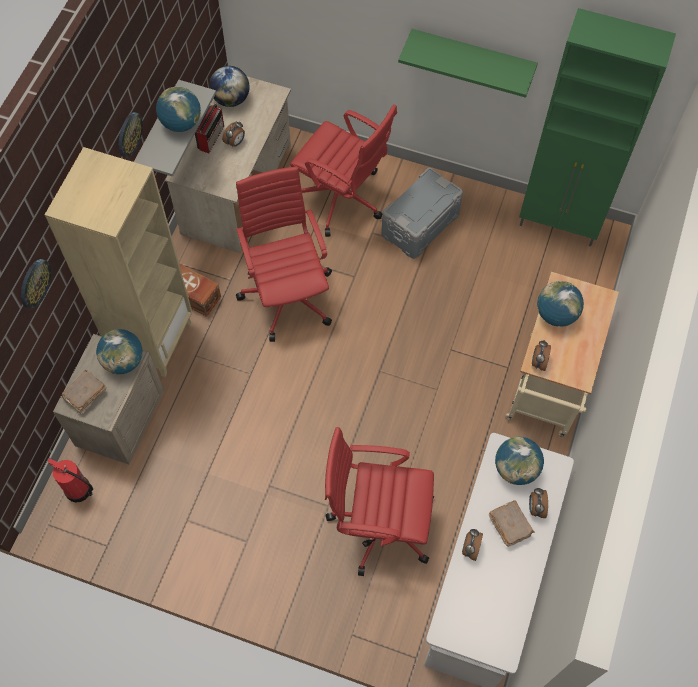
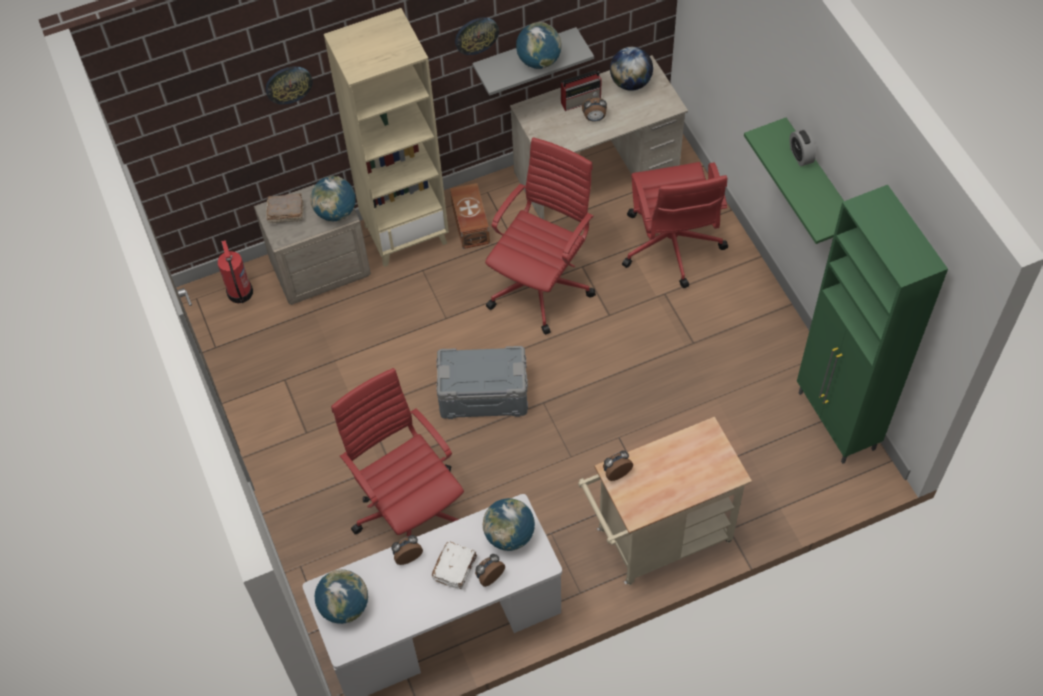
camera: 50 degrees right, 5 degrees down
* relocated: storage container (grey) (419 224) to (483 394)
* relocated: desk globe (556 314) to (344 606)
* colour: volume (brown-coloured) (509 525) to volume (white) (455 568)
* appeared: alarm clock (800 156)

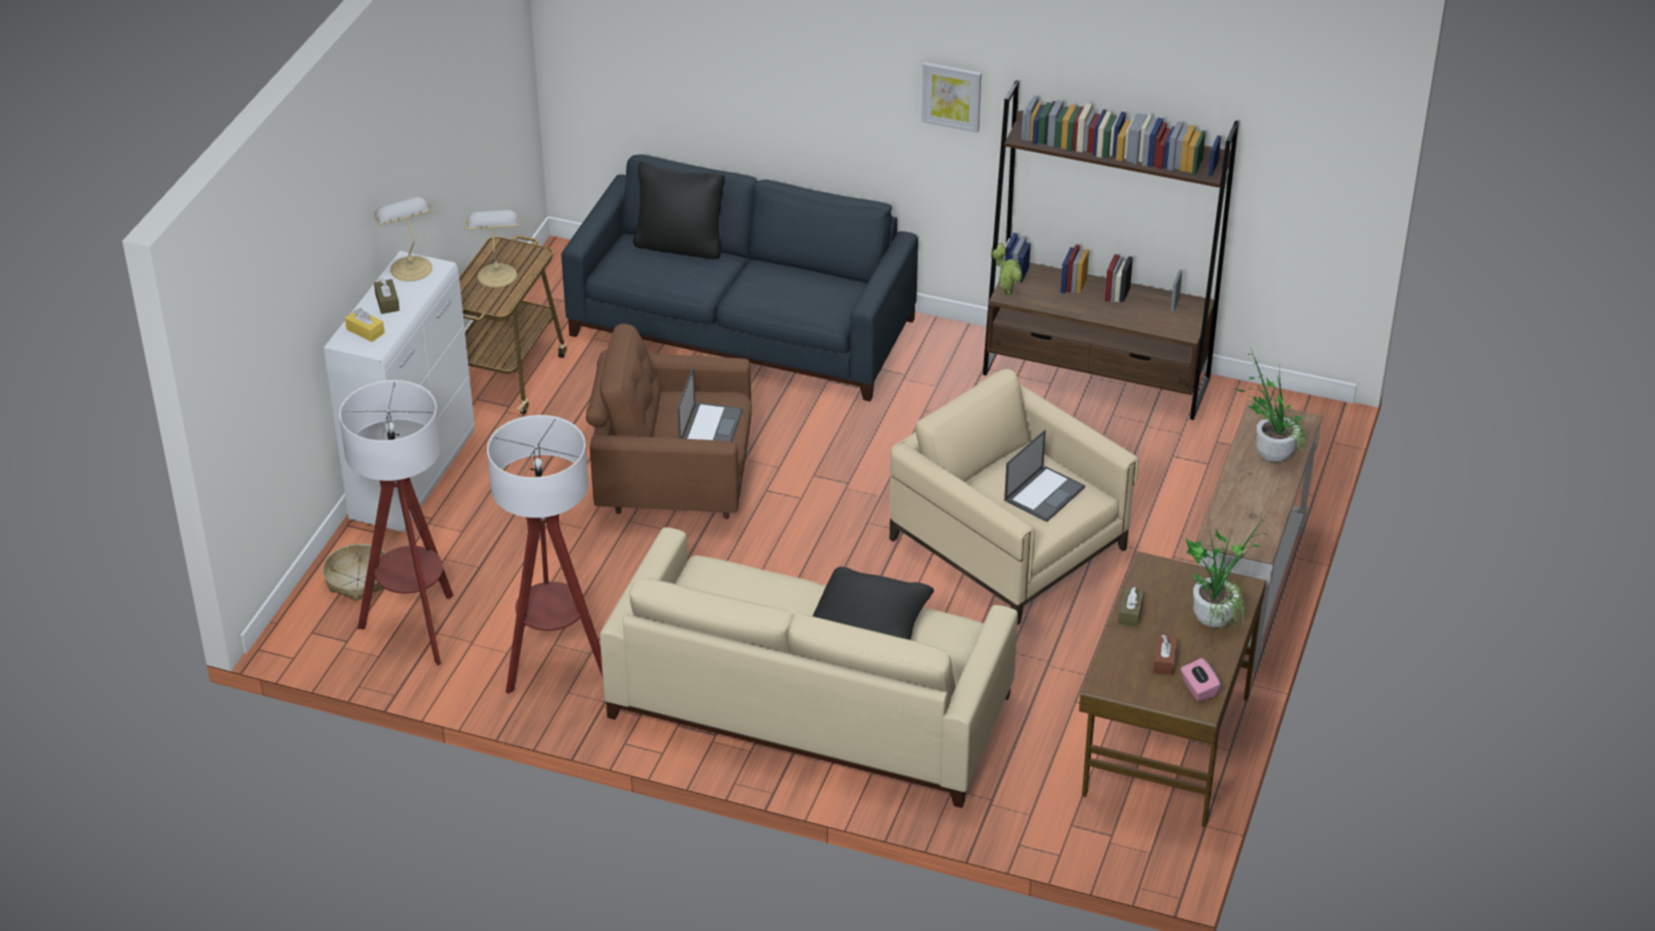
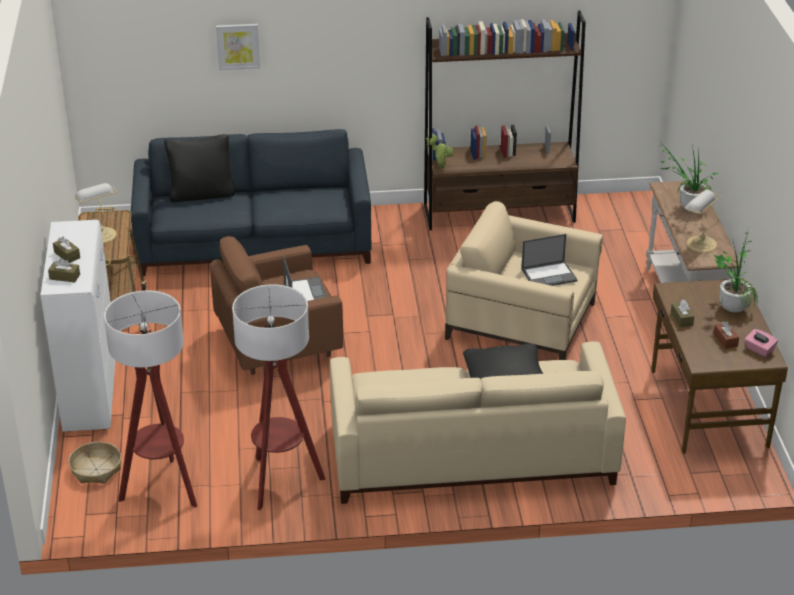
camera: 25 degrees left, 5 degrees down
* relocated: picture (951 96) to (238 46)
* relocated: tabletop lamp (410 267) to (700 243)
* colour: tissue holder (yellow) (365 331) to tissue holder (brown-coloured) (64 277)
* spun: laptop (1044 493) = (549 275) 60 degrees clockwise

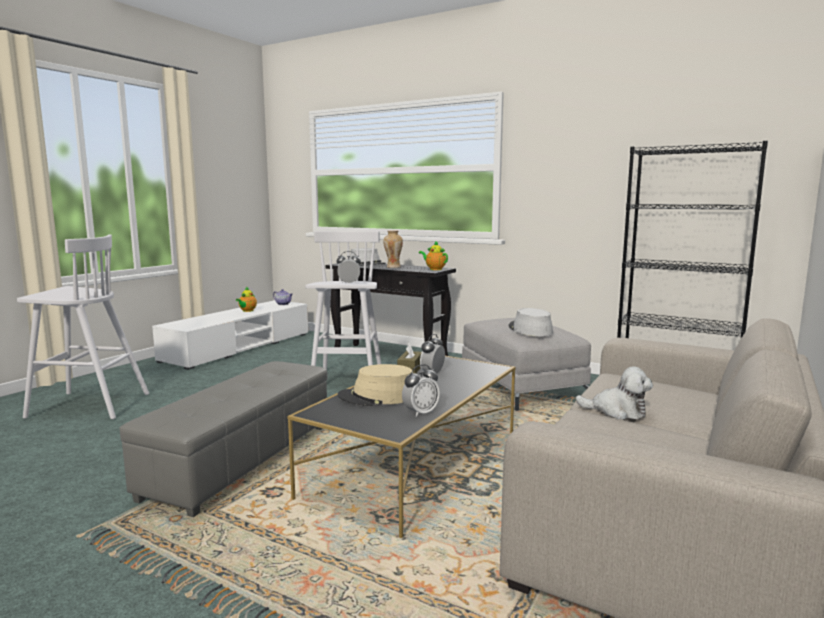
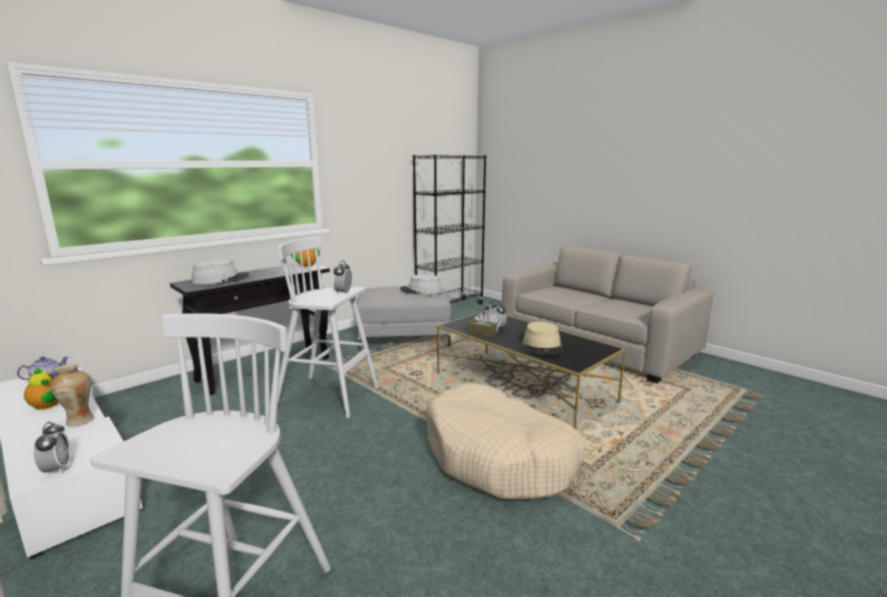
camera: 75 degrees left, 5 degrees up
* relocated: vase (393 267) to (79 421)
* exchanged: pouffe (grey) (241 459) to dog bed (beige) (499 457)
* relocated: alarm clock (420 413) to (57 469)
* missing: soft toy (617 411)

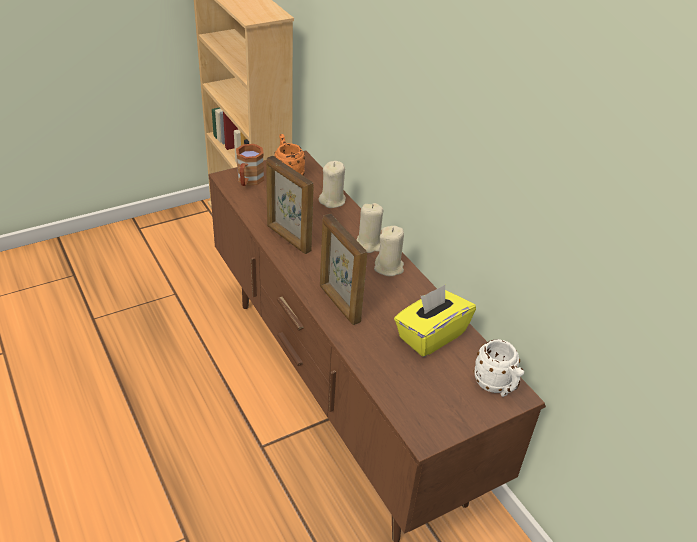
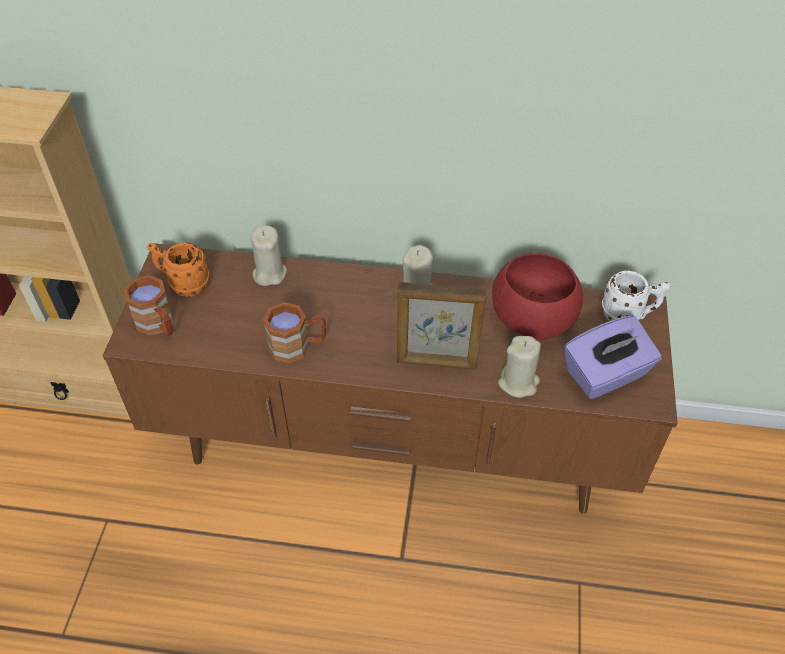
camera: 50 degrees left, 10 degrees up
* exchanged: photo frame (288 238) to tea mug (brown-coloured) (298 346)
* relocated: wax candle (beige) (369 244) to (518 383)
* exchanged: tissue holder (yellow) (430 335) to deep dish (reddish) (534 320)
* appeared: tissue holder (purplish) (606 375)

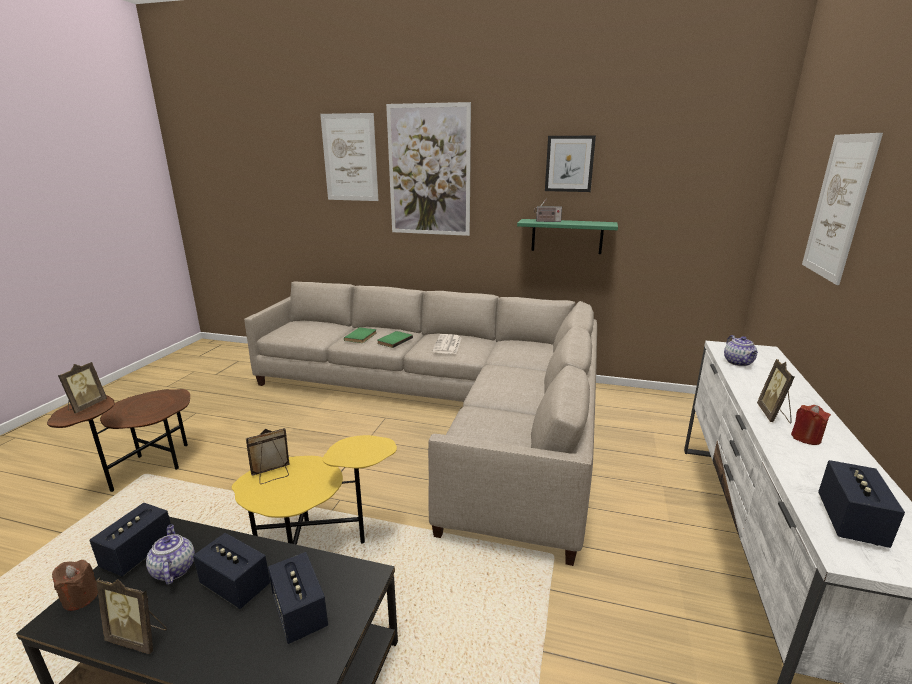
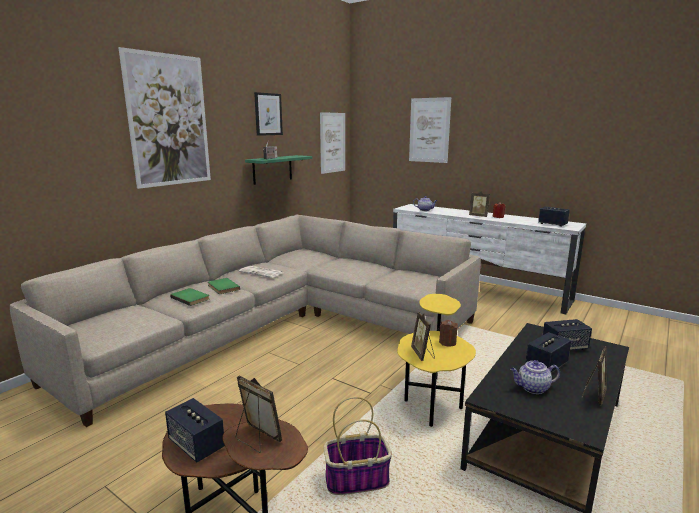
camera: 70 degrees left, 5 degrees down
* relocated: picture (350 158) to (332 142)
* relocated: speaker (138 554) to (196 445)
* relocated: wax candle (brown-coloured) (80 598) to (447 342)
* appeared: household basket (357 479)

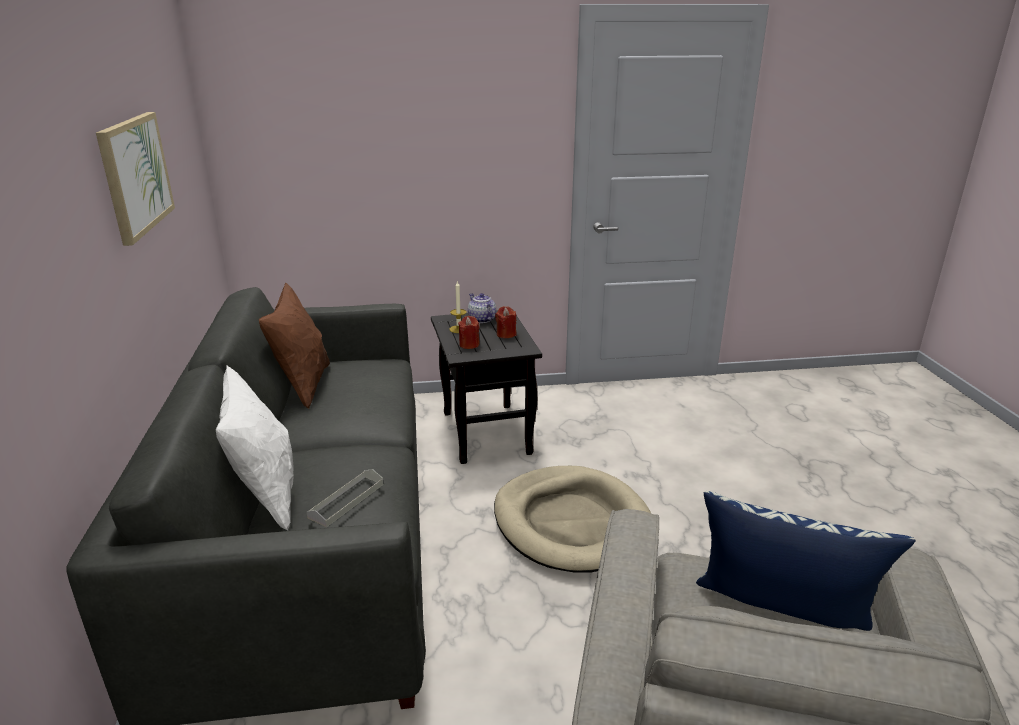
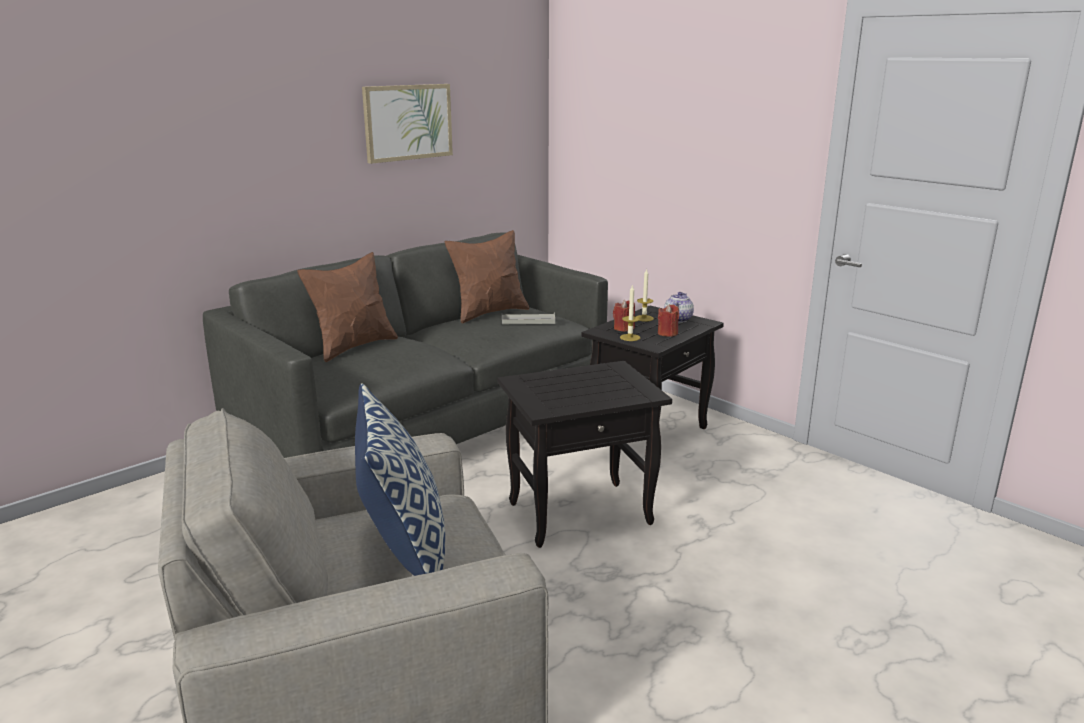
camera: 55 degrees right, 5 degrees down
* colour: pillow (white) (266 496) to pillow (brown-coloured) (353 347)
* exchanged: dog bed (beige) (571 523) to end table (black) (581 512)
* relocated: carrying tray (grey) (346 501) to (528 321)
* appeared: wax candle (630 337)

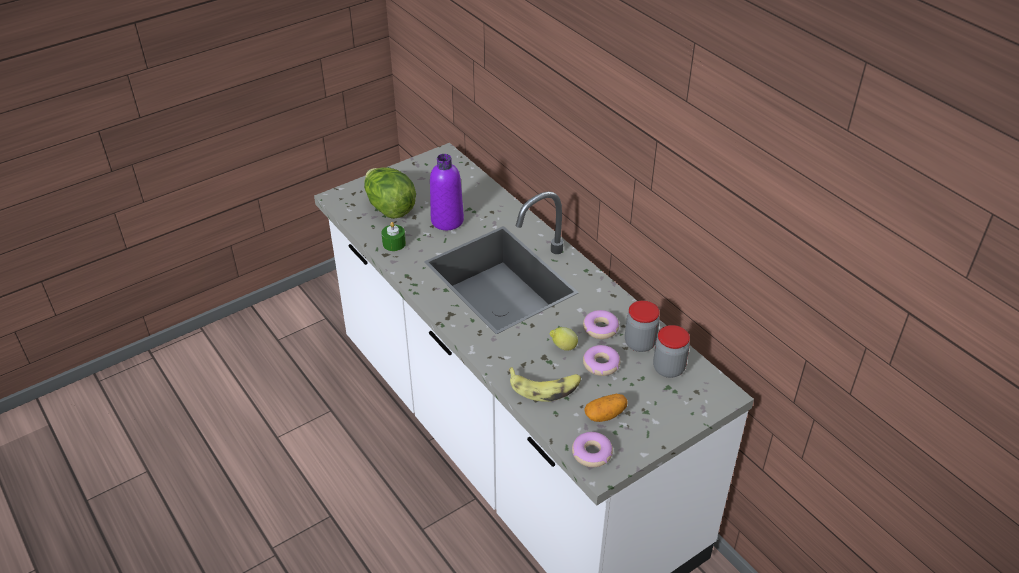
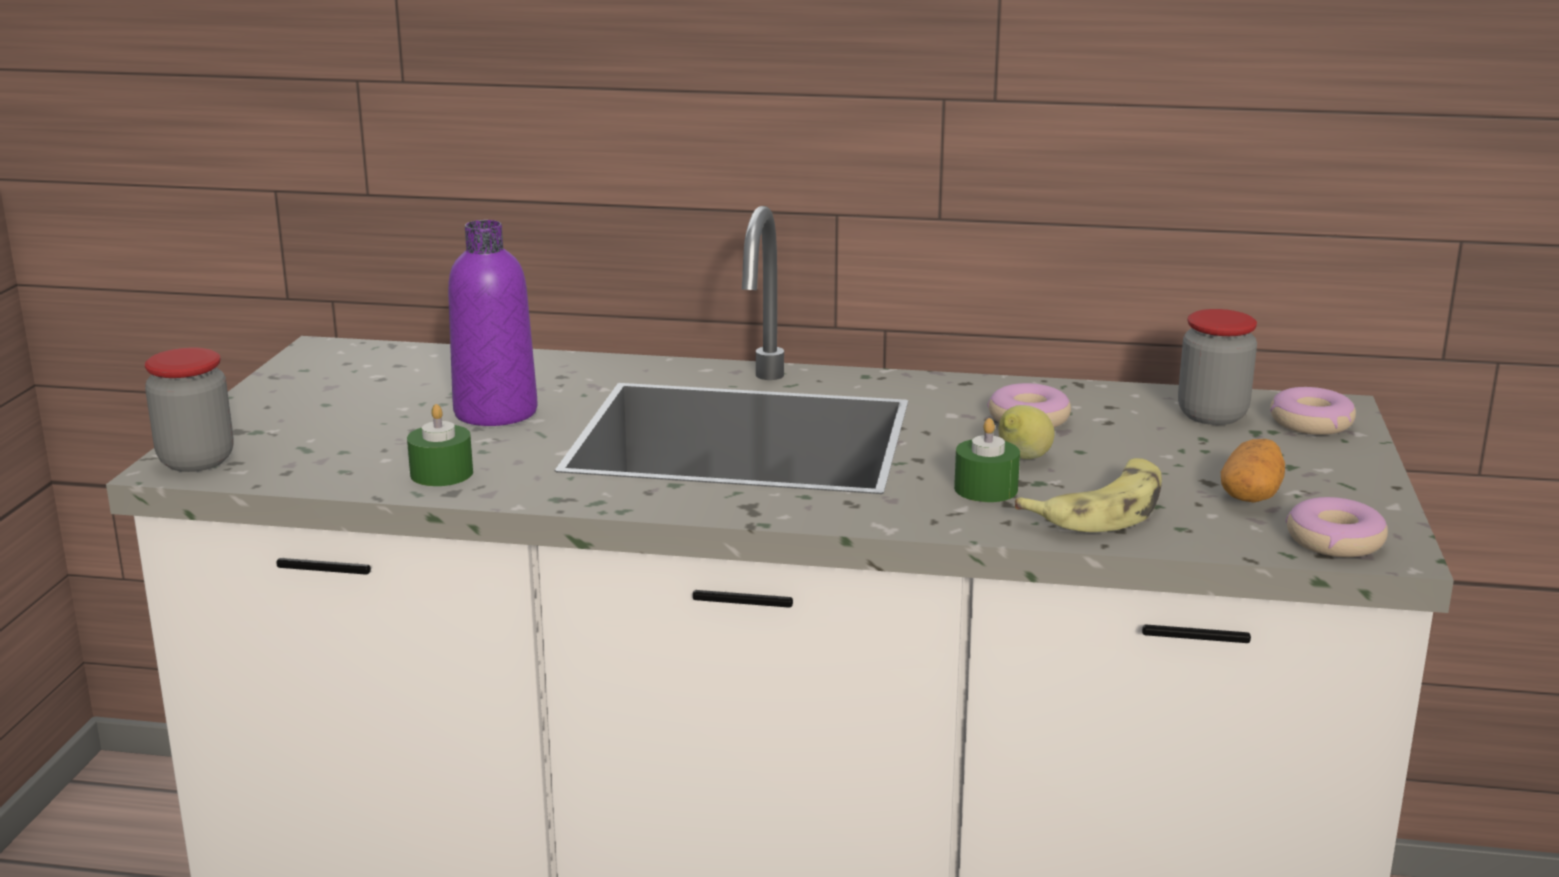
camera: 45 degrees left, 20 degrees down
* missing: lettuce head (389 208)
* relocated: jar (640 343) to (196 461)
* relocated: donut (601 364) to (1311 423)
* appeared: wax candle (greenish) (986 489)

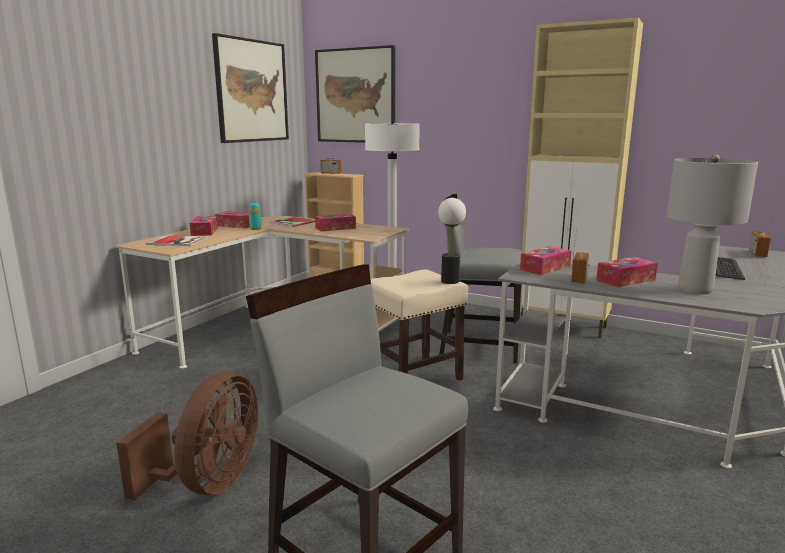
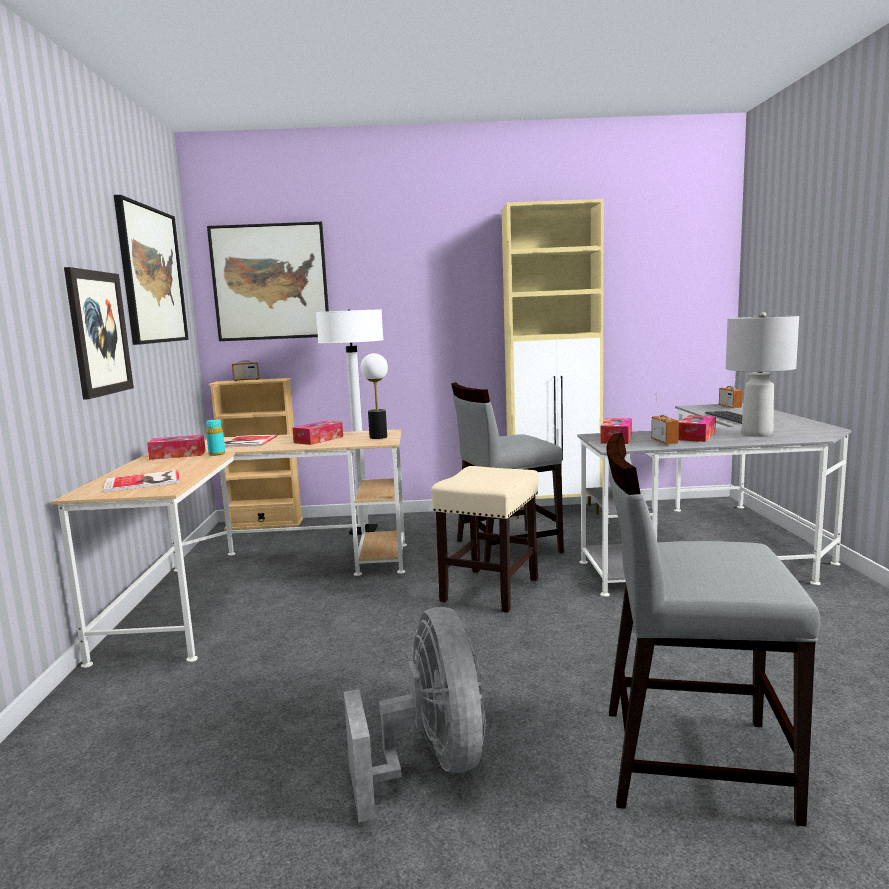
camera: 30 degrees left, 5 degrees down
* relocated: tabletop lamp (450 281) to (378 437)
* missing: tissue holder (204 231)
* colour: cooling fan (brown-coloured) (208 483) to cooling fan (grey) (431 764)
* appeared: picture (99 333)

